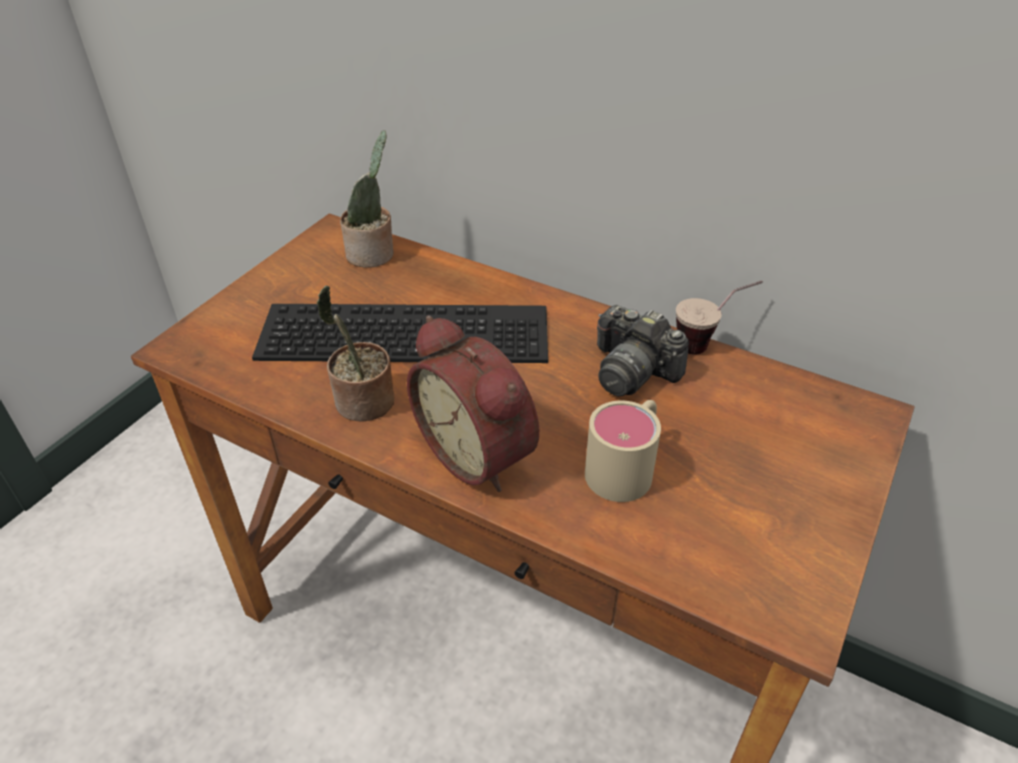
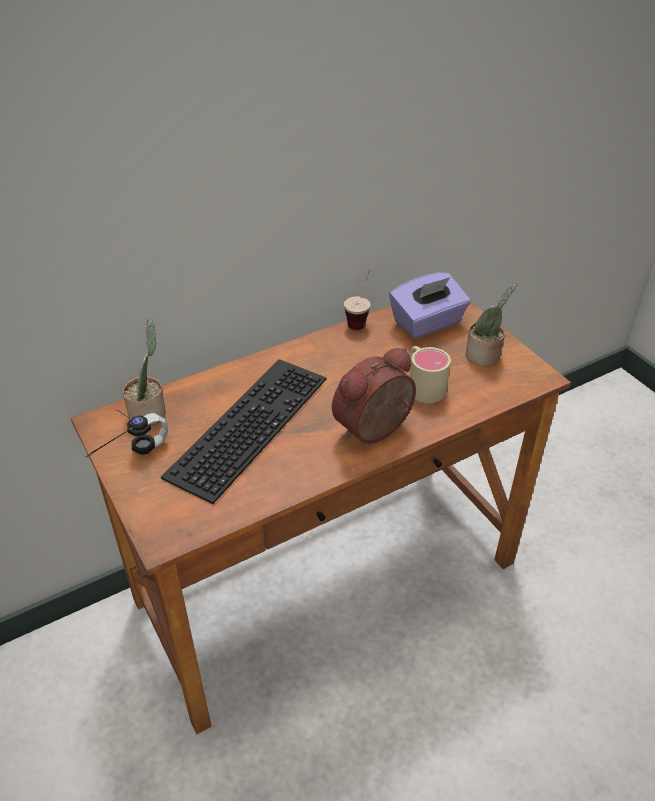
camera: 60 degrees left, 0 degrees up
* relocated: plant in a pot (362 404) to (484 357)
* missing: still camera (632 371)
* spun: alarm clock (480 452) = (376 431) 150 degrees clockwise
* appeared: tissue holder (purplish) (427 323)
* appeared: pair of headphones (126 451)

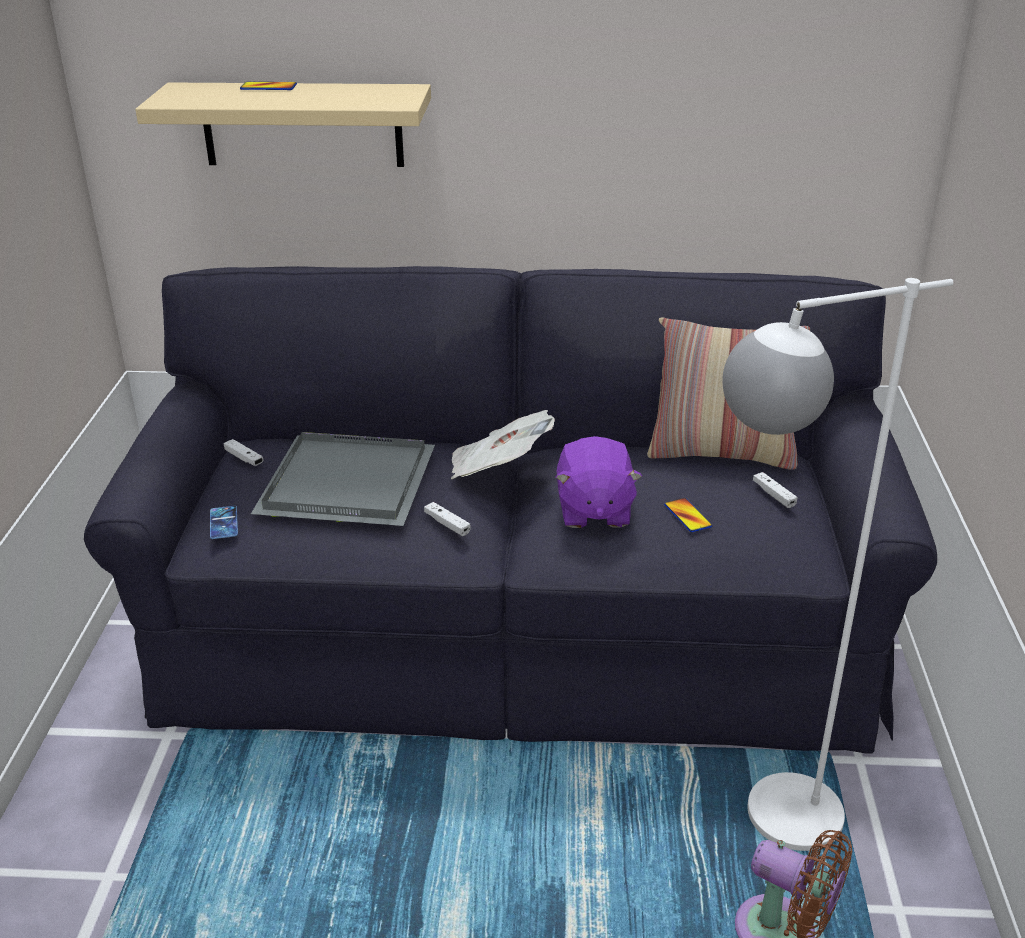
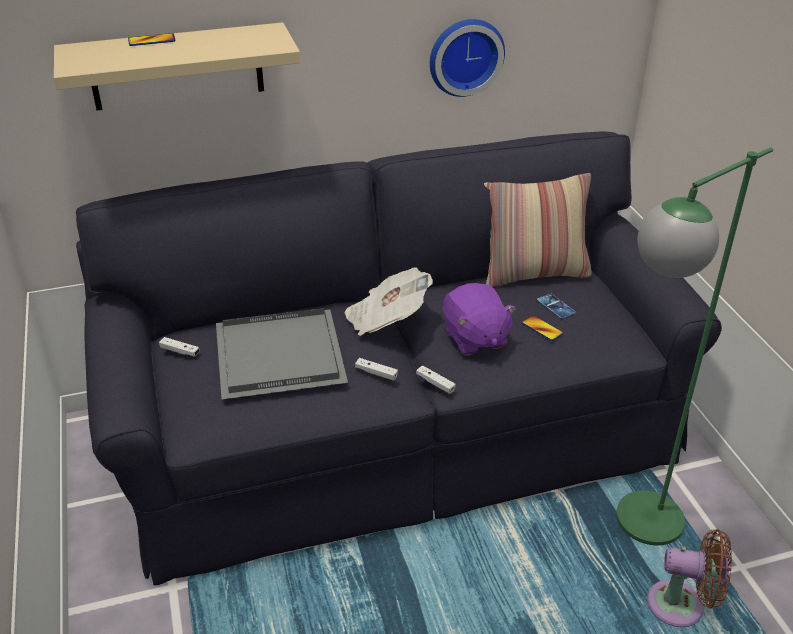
camera: 20 degrees left, 5 degrees up
* colour: standard lamp (white) (764 823) to standard lamp (greenish) (633 532)
* relocated: game controller (white) (774 495) to (435 383)
* relocated: phone (223 523) to (555 306)
* appeared: clock on the wall (464 56)

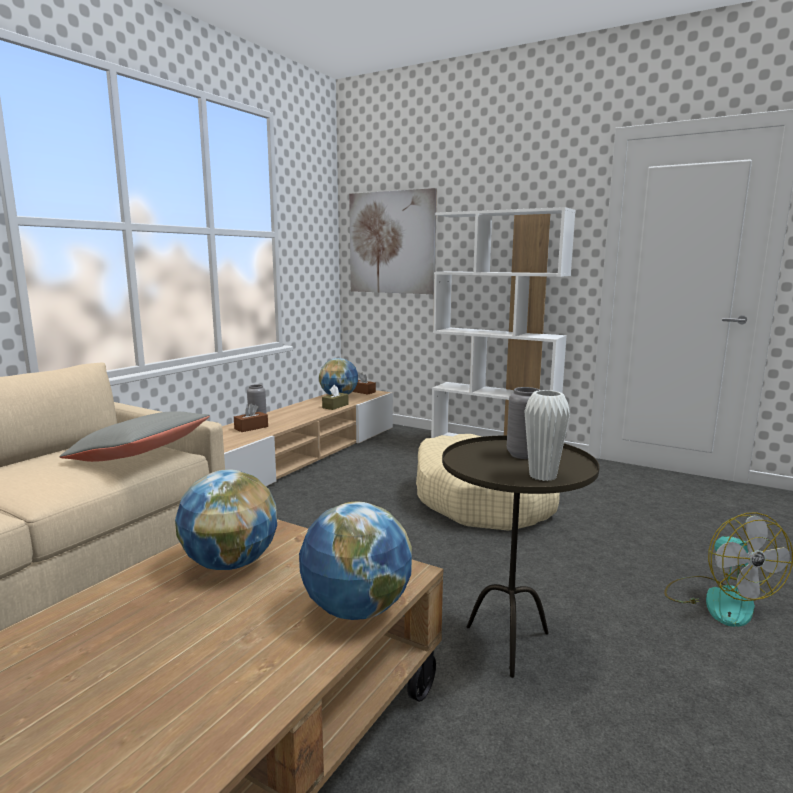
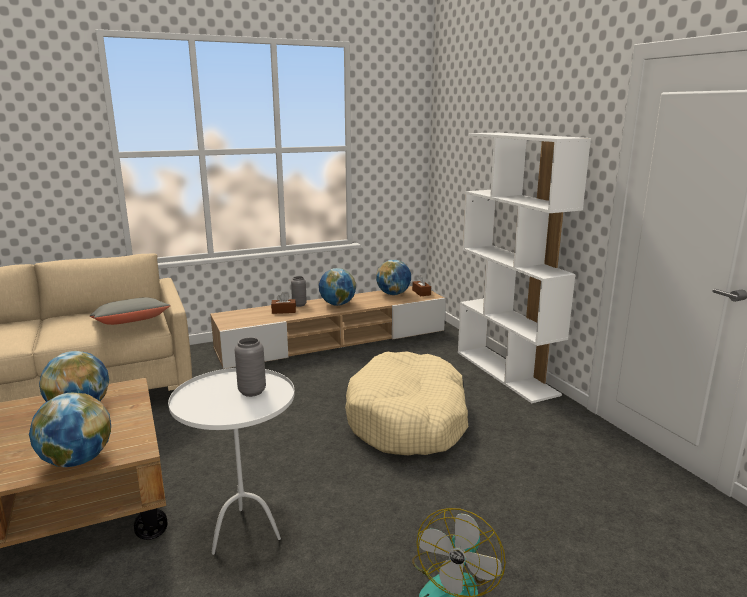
camera: 35 degrees right, 5 degrees up
* missing: picture (392 242)
* missing: tissue holder (brown-coloured) (335 406)
* missing: vase (white) (542 476)
* colour: end table (brown-coloured) (508 644) to end table (white) (244 533)
* appeared: desk globe (337 304)

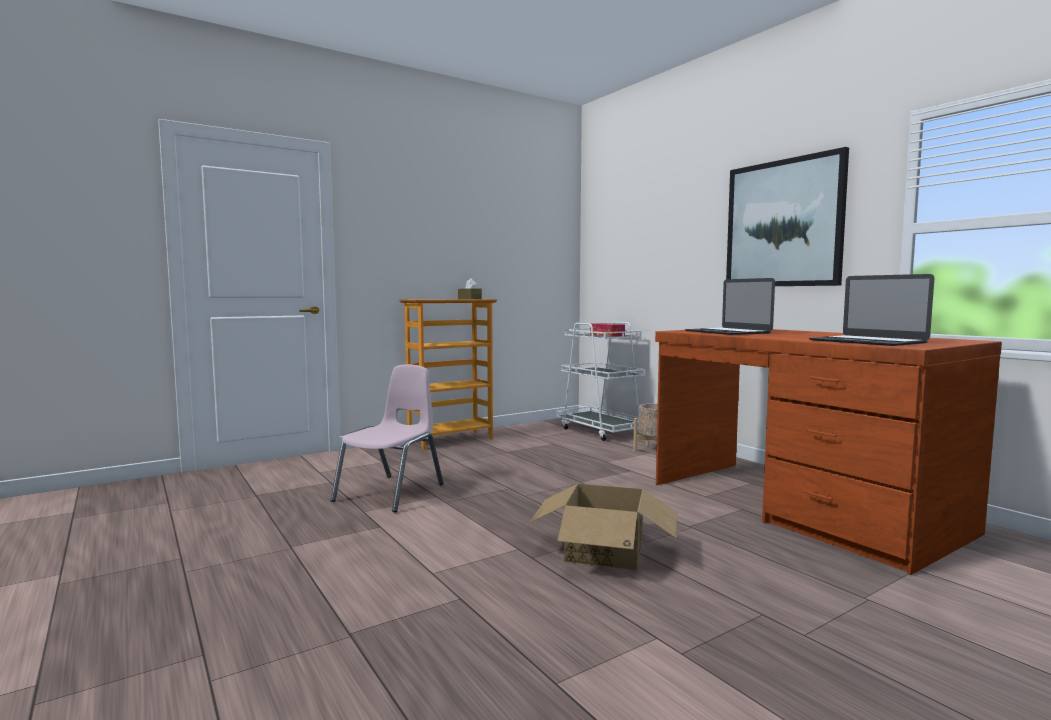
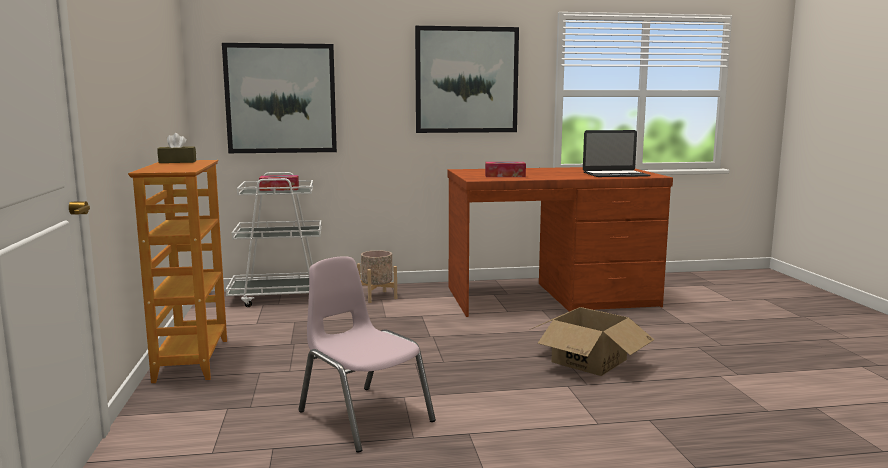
camera: 65 degrees left, 5 degrees up
* exchanged: laptop (727 332) to tissue holder (505 176)
* appeared: picture (281 98)

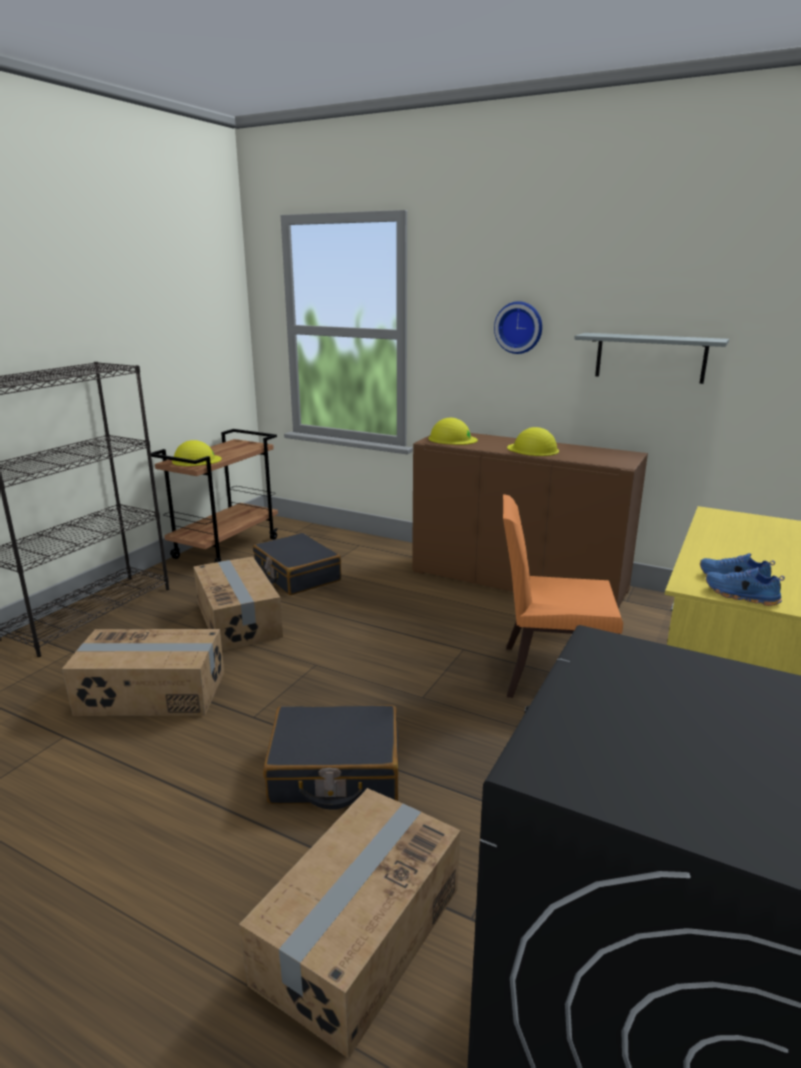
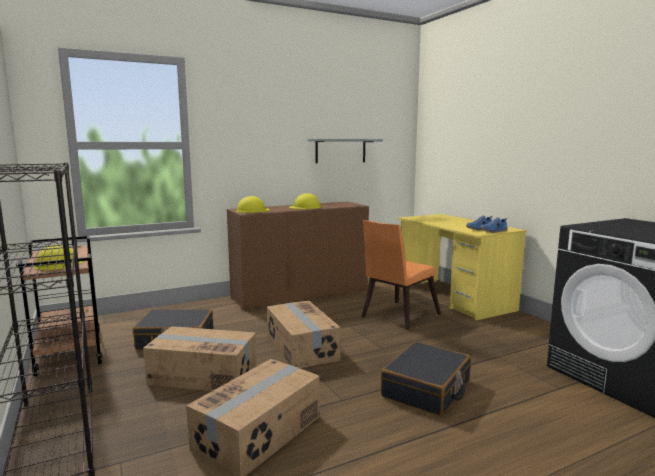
camera: 55 degrees left, 10 degrees down
* missing: clock on the wall (519 327)
* relocated: carton (358 934) to (301 348)

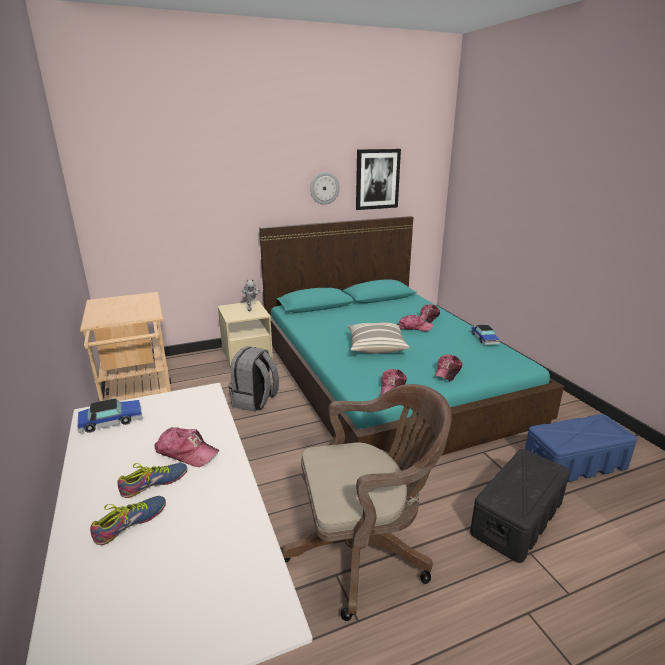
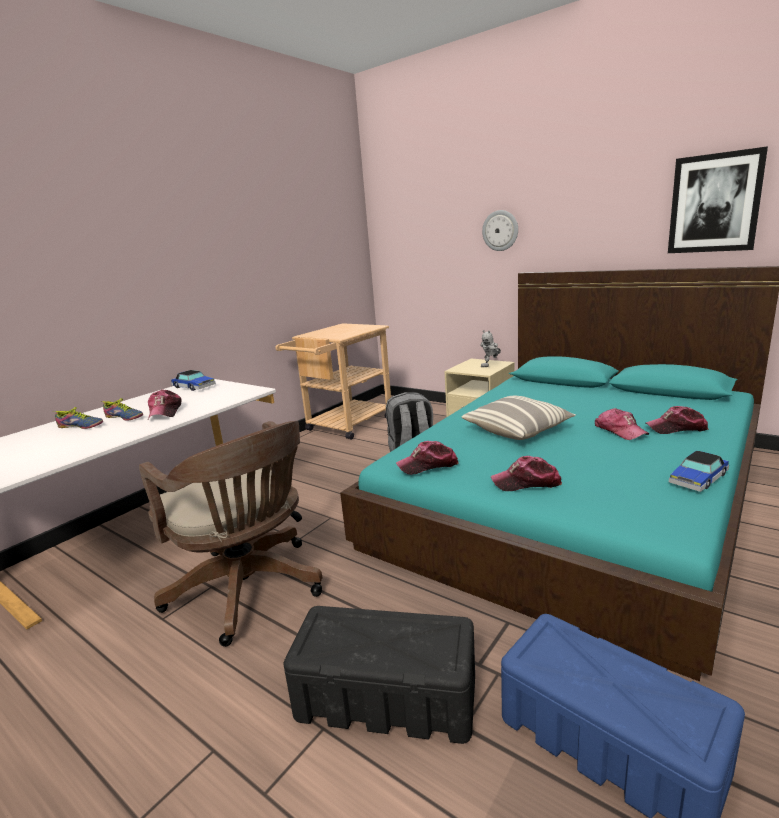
camera: 60 degrees right, 5 degrees down
* relocated: clock on the wall (324 188) to (500 230)

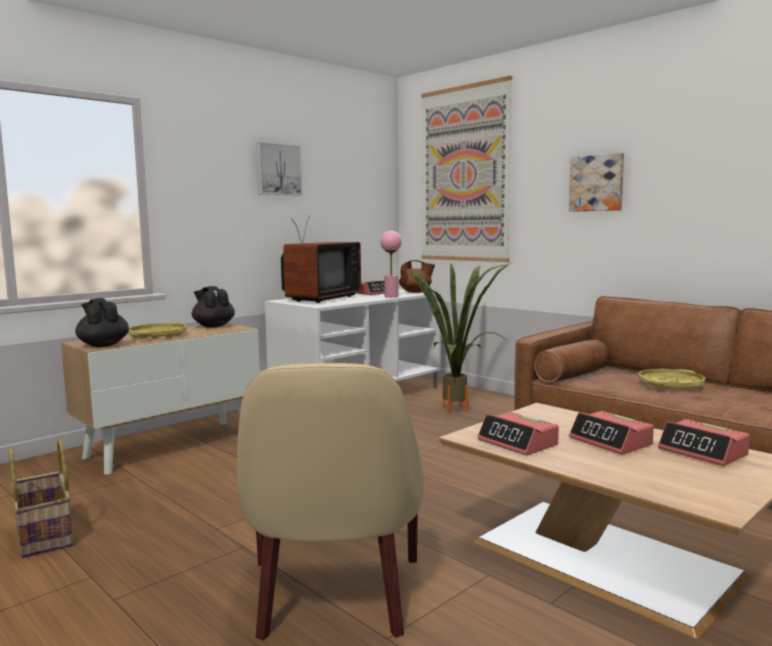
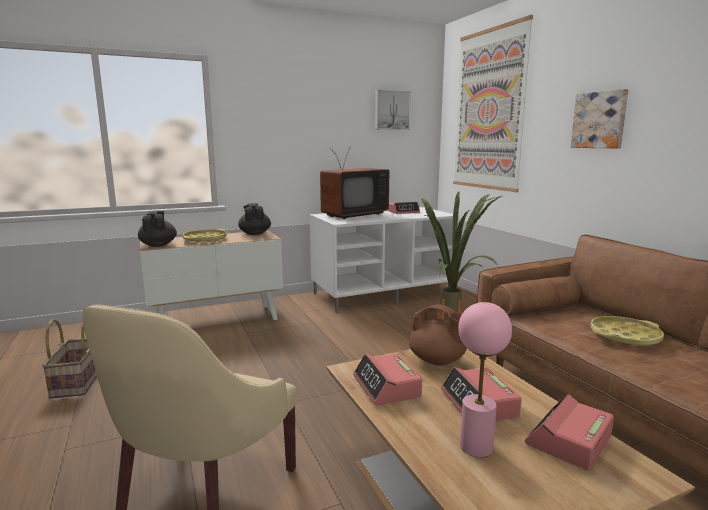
camera: 20 degrees right, 5 degrees up
* relocated: picture (278 169) to (391 110)
* relocated: tabletop lamp (pink) (391 296) to (476 446)
* relocated: teapot (brown-coloured) (416 292) to (438 361)
* spun: alarm clock (703 452) = (568 440) 60 degrees clockwise

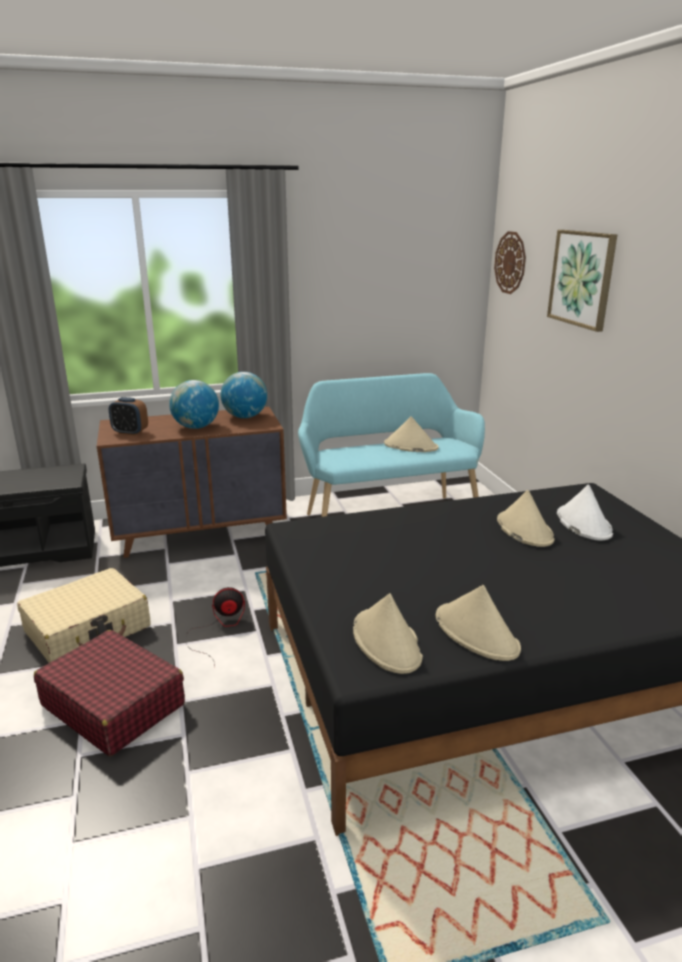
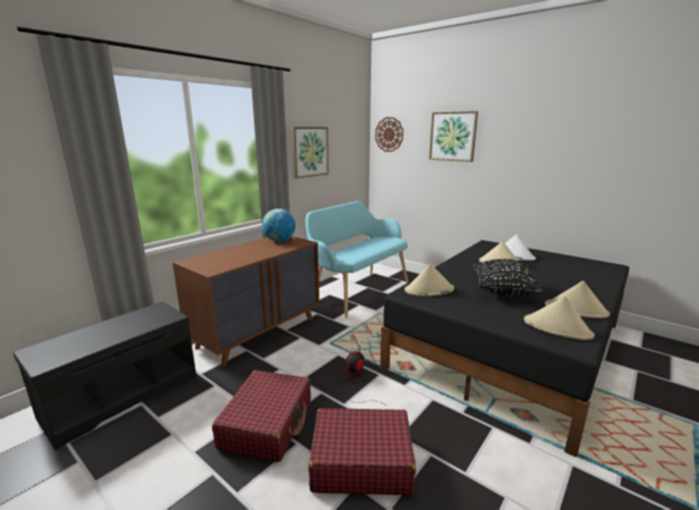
camera: 35 degrees left, 5 degrees down
* missing: desk globe (196 427)
* missing: alarm clock (130 432)
* relocated: wearable hat (beige) (410 446) to (429 290)
* colour: piece of luggage (beige) (88 629) to piece of luggage (reddish) (267 423)
* appeared: picture (309 152)
* appeared: pillow (black) (503 292)

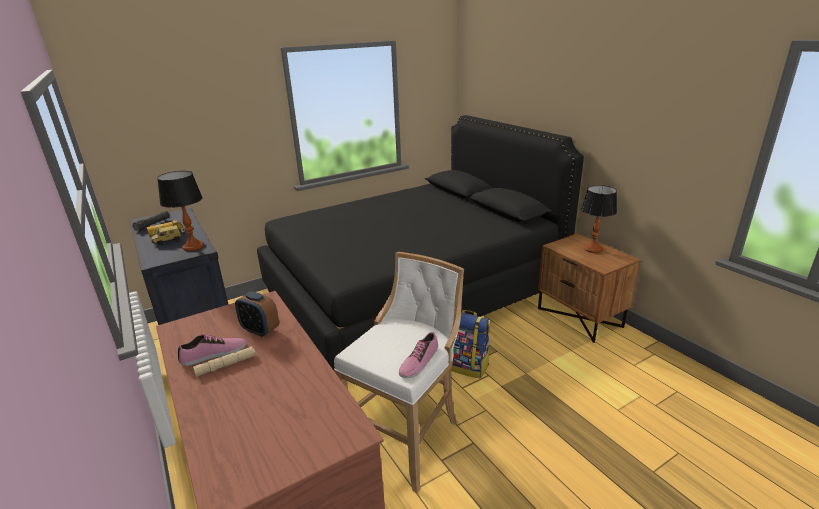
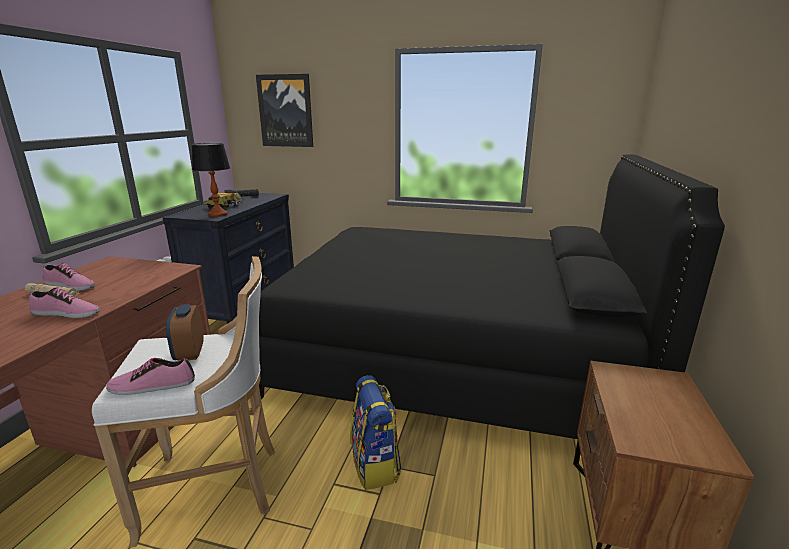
camera: 45 degrees right, 5 degrees down
* missing: tabletop lamp (593 249)
* relocated: alarm clock (260 330) to (189 353)
* appeared: picture (285 111)
* appeared: item of footwear (66 313)

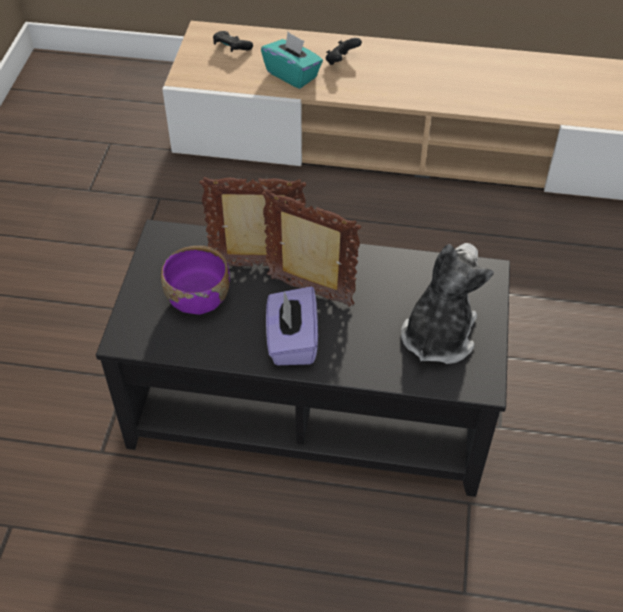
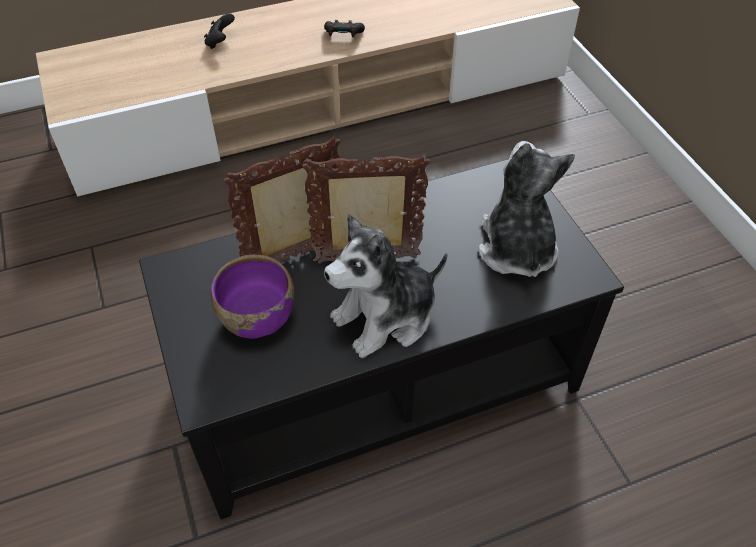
camera: 30 degrees left, 0 degrees up
* relocated: game controller (black) (231 48) to (343 36)
* missing: tissue holder (turquoise-coloured) (292 74)
* exchanged: tissue holder (purplish) (292 341) to soft toy (386 317)

